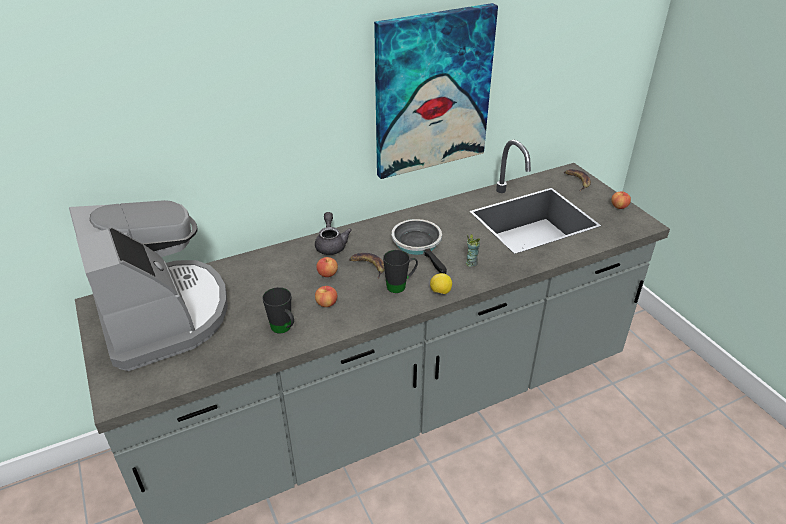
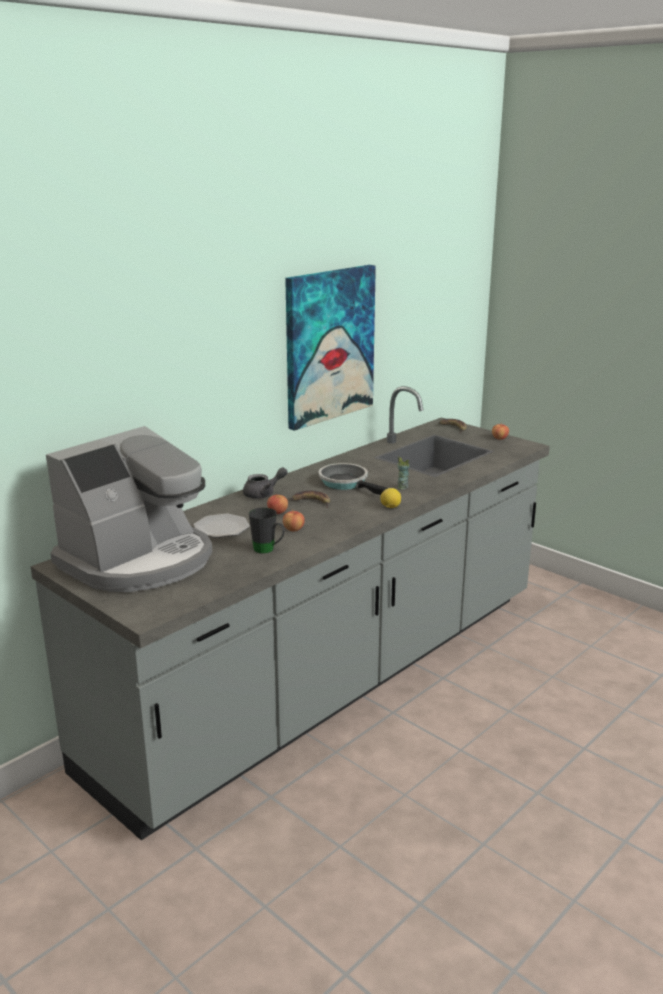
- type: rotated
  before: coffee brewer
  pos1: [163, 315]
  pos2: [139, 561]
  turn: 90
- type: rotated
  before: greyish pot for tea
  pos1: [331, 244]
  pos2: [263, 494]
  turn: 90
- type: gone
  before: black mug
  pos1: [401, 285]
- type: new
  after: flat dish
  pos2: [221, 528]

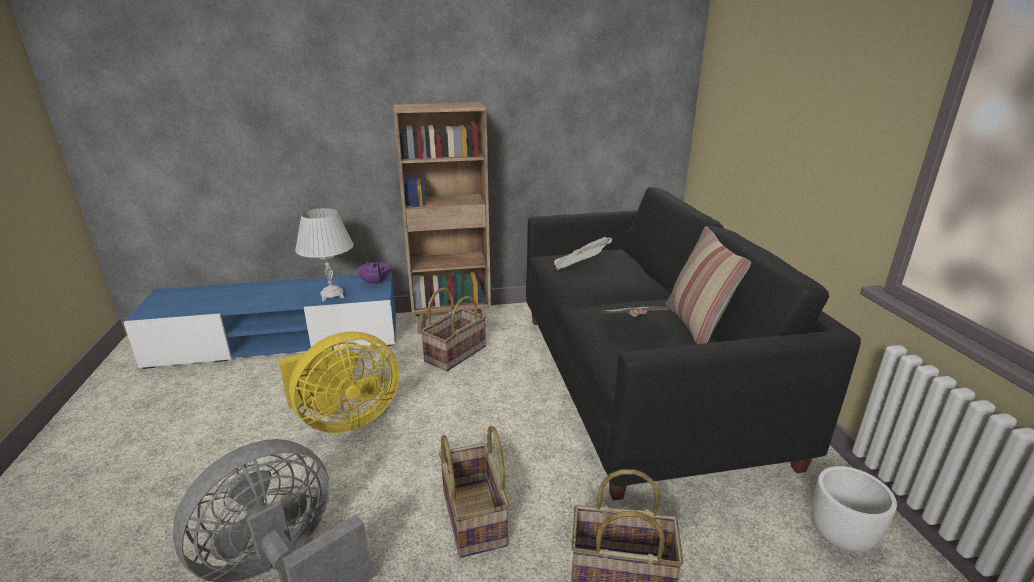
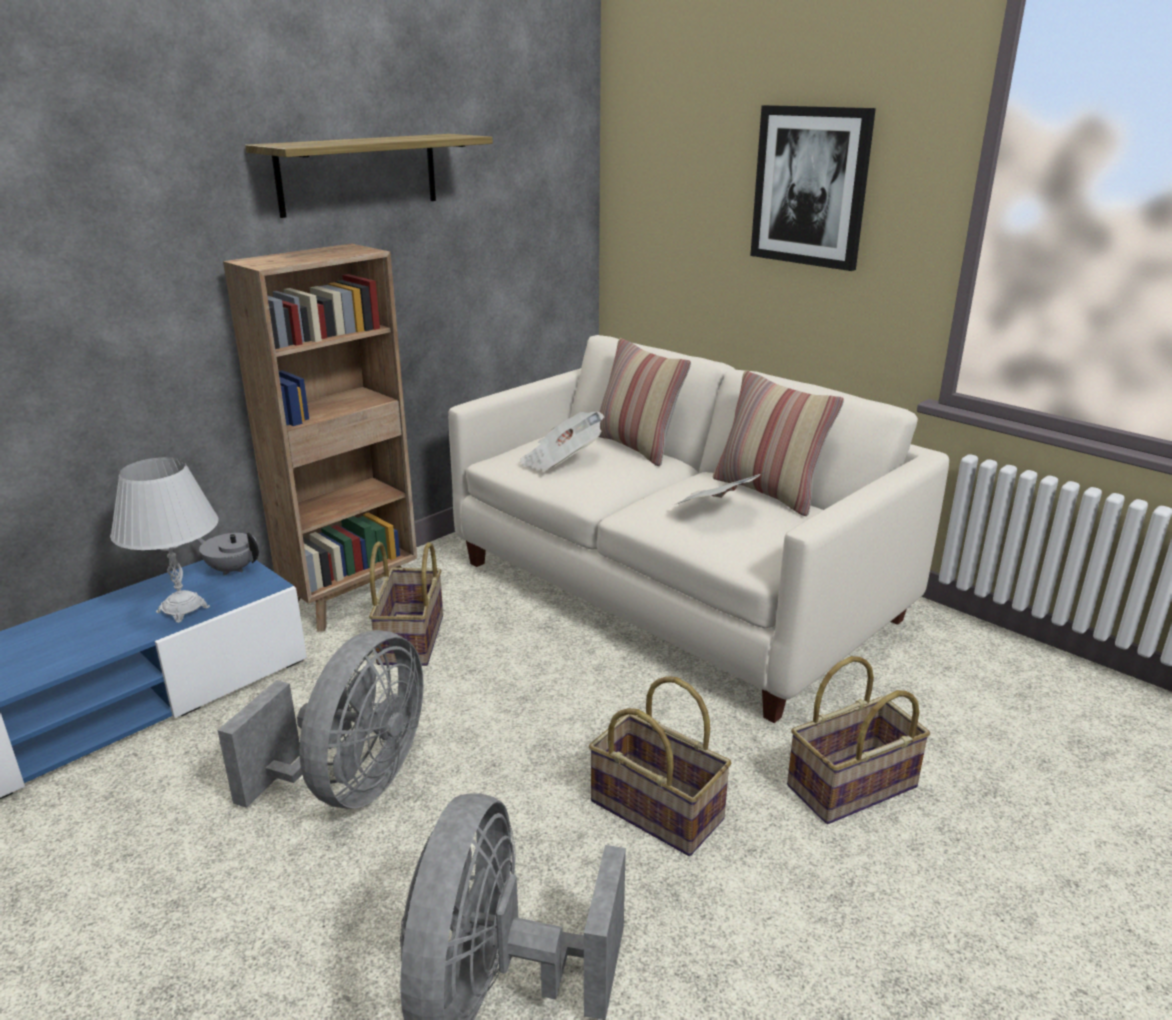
- type: repainted
  before: black settee
  after: whitish settee
  pos1: [641, 382]
  pos2: [675, 590]
- type: repainted
  before: purple-coloured pot for tea
  after: greyish pot for tea
  pos1: [375, 282]
  pos2: [232, 569]
- type: repainted
  before: yellowish fan
  after: greyish fan
  pos1: [344, 420]
  pos2: [352, 784]
- type: gone
  before: whitish planter
  pos1: [842, 536]
- type: new
  after: wall picture
  pos2: [810, 187]
- type: new
  after: wall shelf
  pos2: [358, 174]
- type: new
  after: cushion
  pos2: [636, 447]

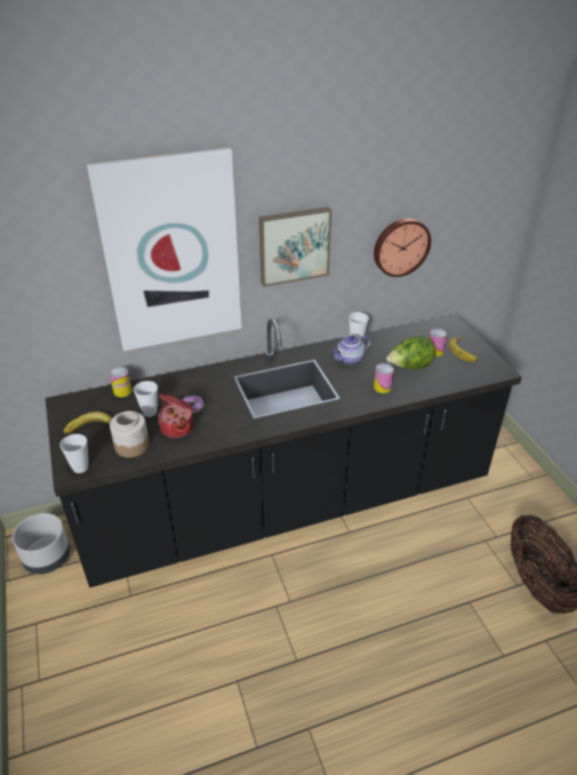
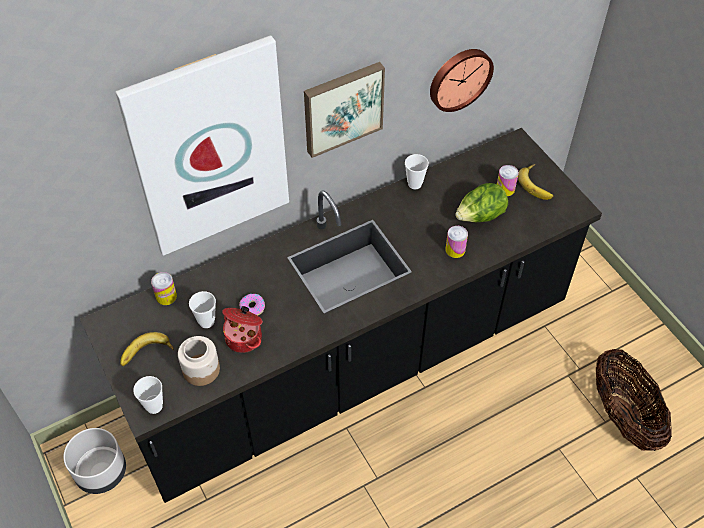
- type: gone
  before: pot for tea
  pos1: [349, 360]

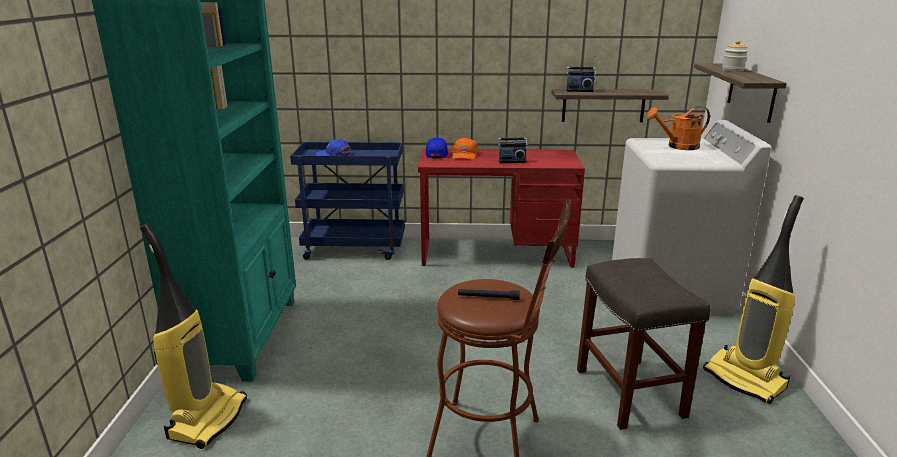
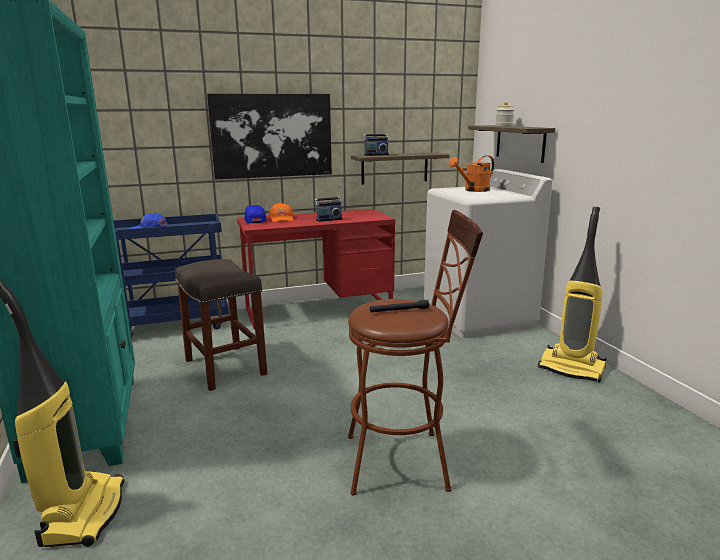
- type: shifted
  before: greyish stool
  pos1: [631, 393]
  pos2: [226, 367]
- type: new
  after: wall picture
  pos2: [272, 135]

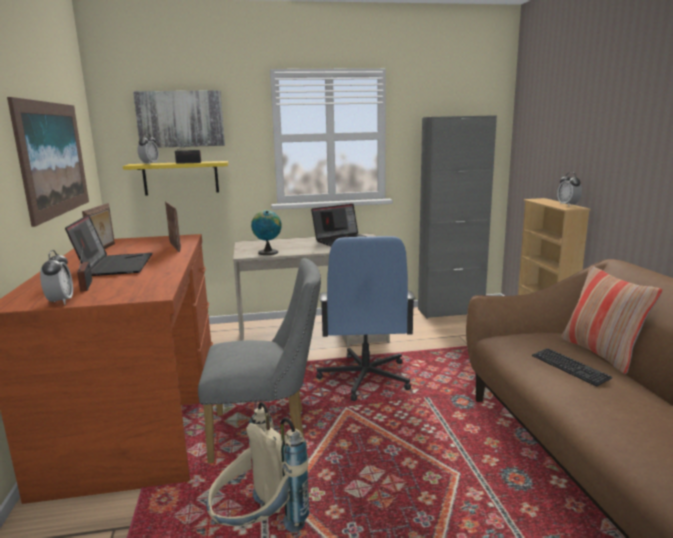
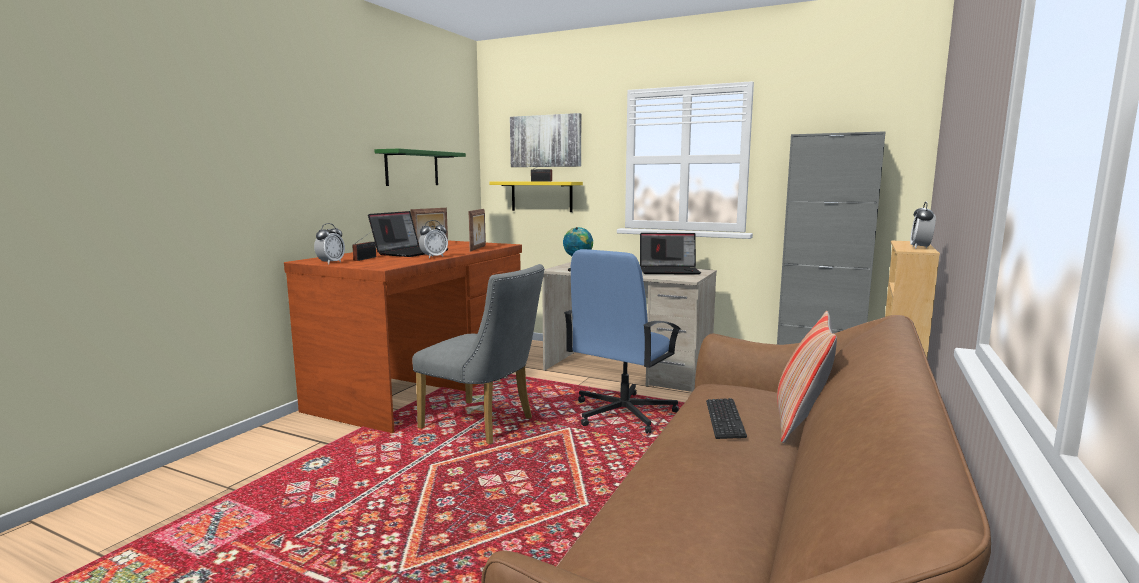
- type: swapped
  before: wall picture
  after: greenish wall shelf
  pos1: [53, 158]
  pos2: [412, 168]
- type: shifted
  before: alarm clock
  pos1: [149, 164]
  pos2: [434, 257]
- type: gone
  before: beige-coloured knapsack
  pos1: [258, 529]

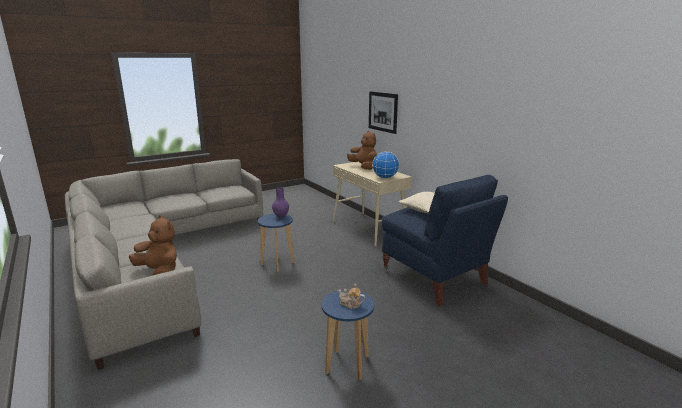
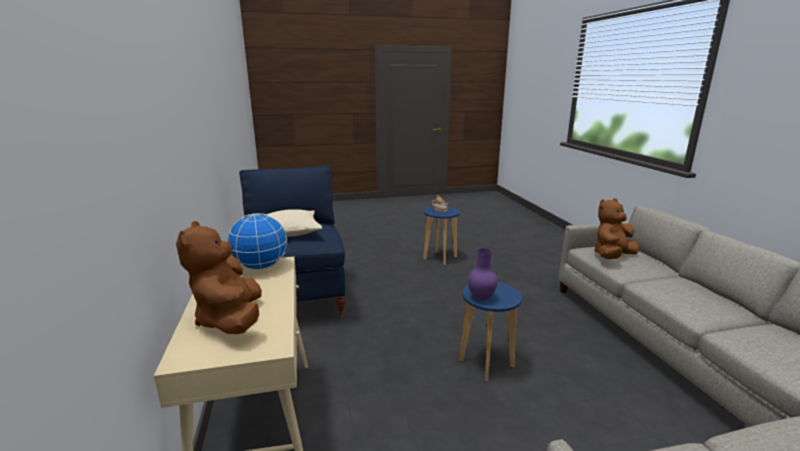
- type: gone
  before: wall picture
  pos1: [383, 112]
- type: rotated
  before: brownish cuddly toy
  pos1: [159, 272]
  pos2: [612, 256]
  turn: 90

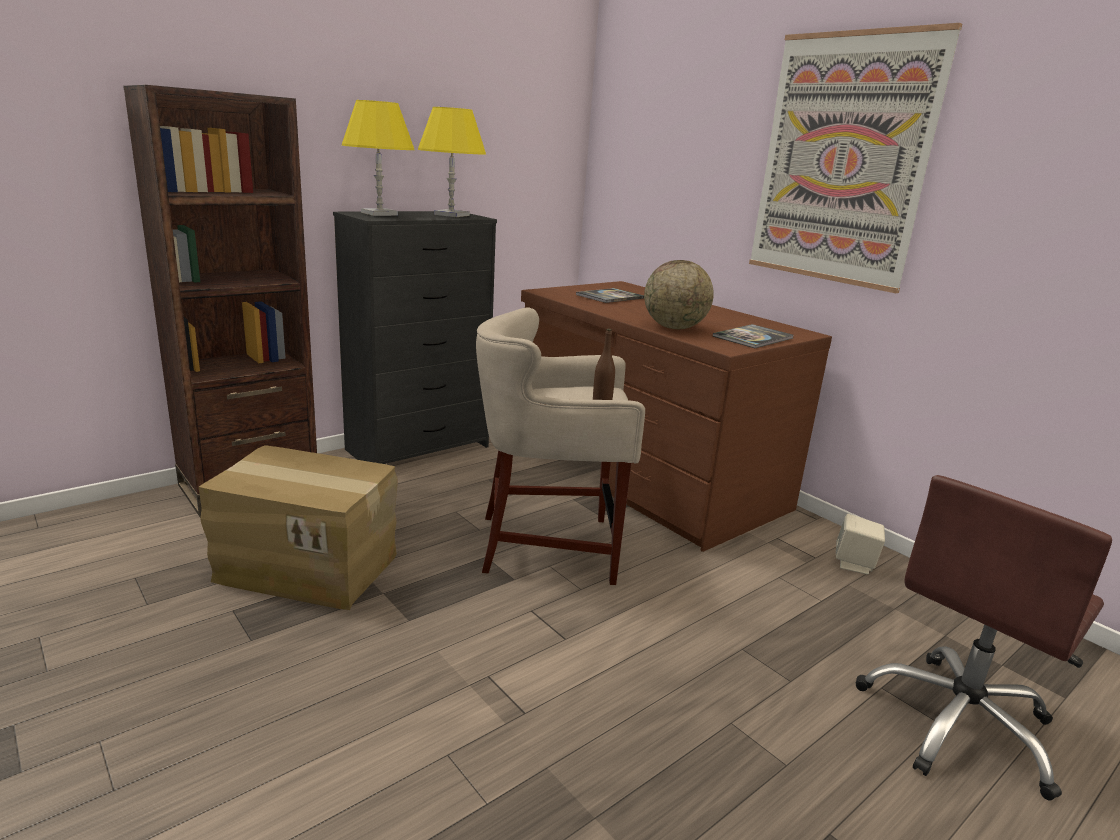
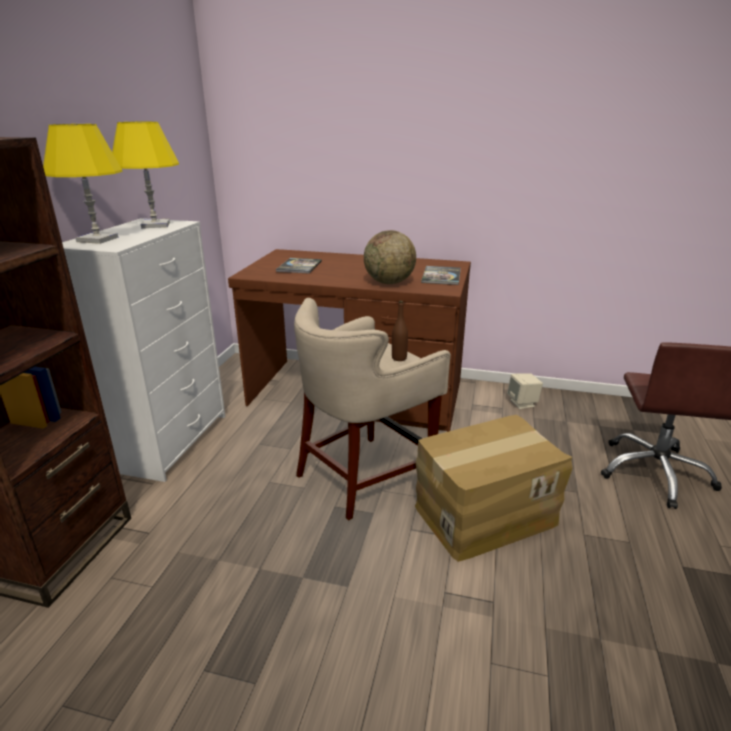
- type: gone
  before: wall picture
  pos1: [842, 160]
- type: repainted
  before: black dresser
  after: whitish dresser
  pos1: [419, 448]
  pos2: [171, 441]
- type: shifted
  before: carton
  pos1: [309, 566]
  pos2: [484, 514]

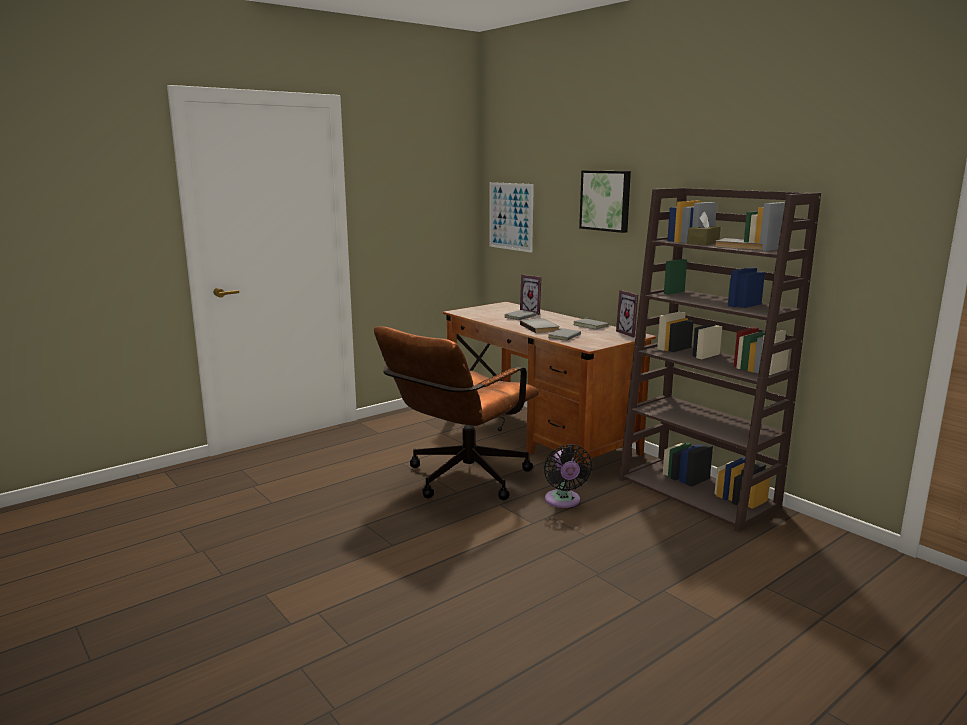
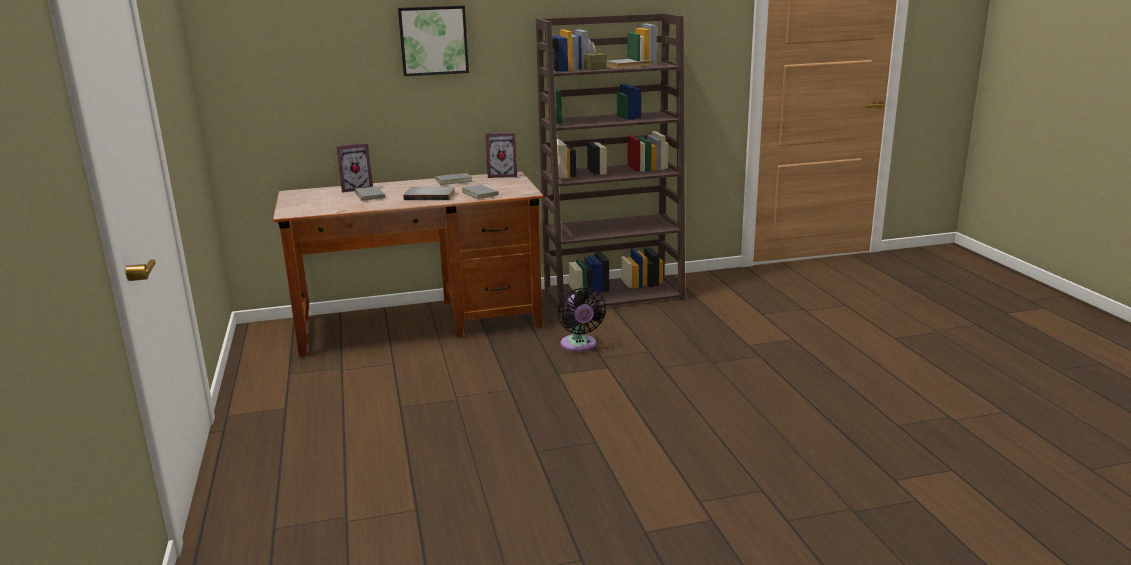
- type: gone
  before: wall picture
  pos1: [510, 216]
- type: gone
  before: brownish office chair
  pos1: [460, 480]
- type: rotated
  before: black fan
  pos1: [563, 501]
  pos2: [579, 345]
  turn: 60

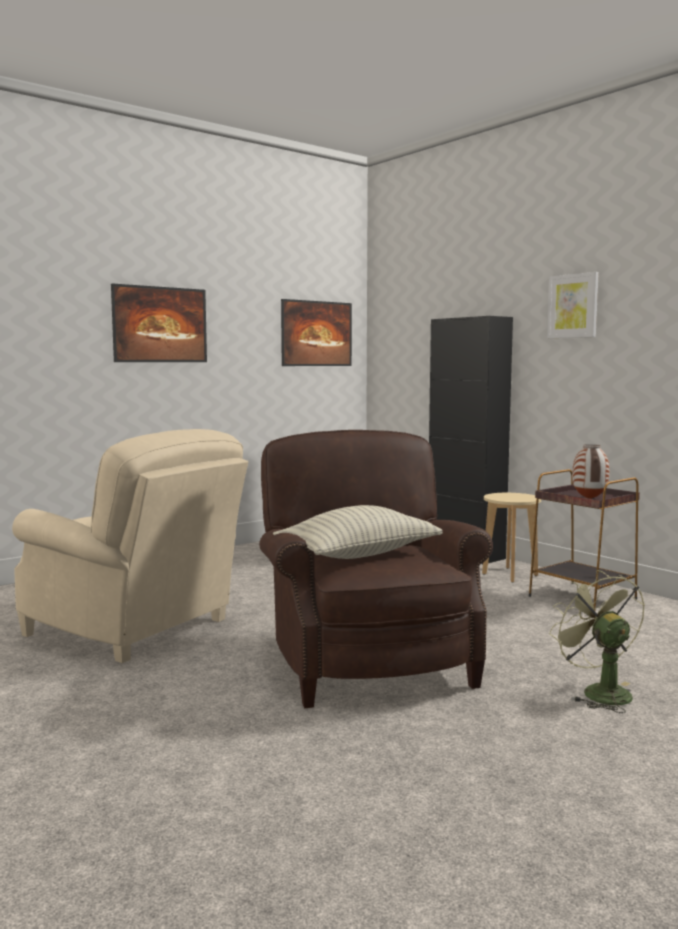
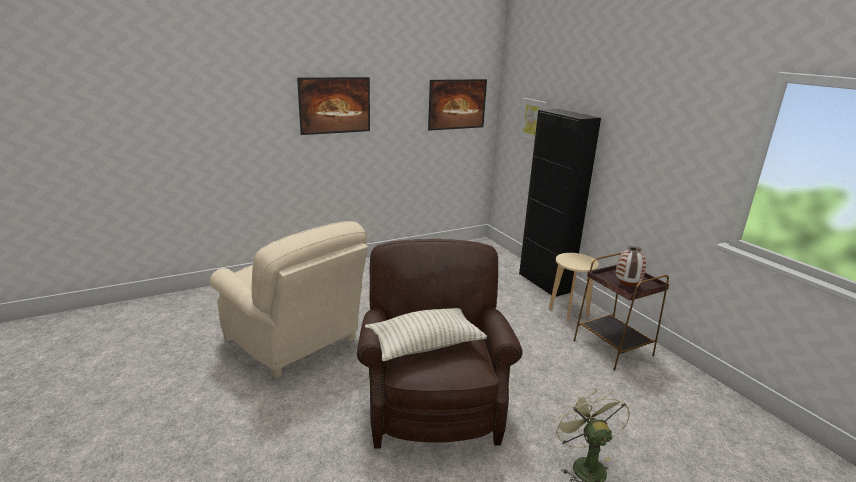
- type: shifted
  before: wall picture
  pos1: [573, 306]
  pos2: [533, 120]

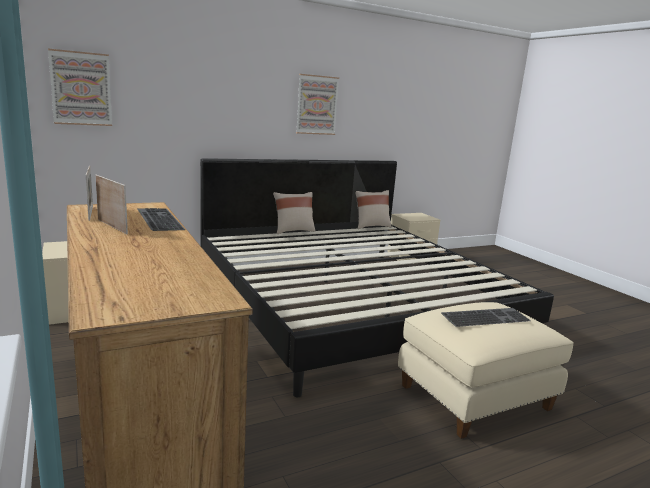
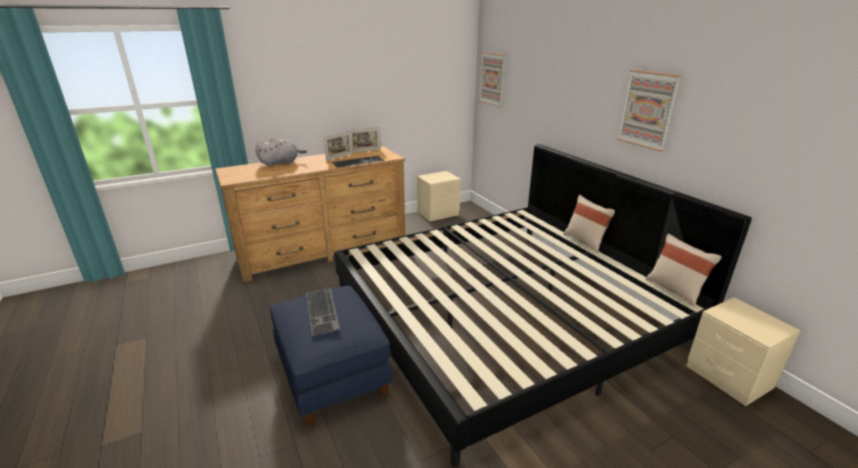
- type: repainted
  before: beige-coloured pouffe
  after: blue pouffe
  pos1: [474, 396]
  pos2: [334, 375]
- type: new
  after: greyish cuddly toy
  pos2: [281, 163]

